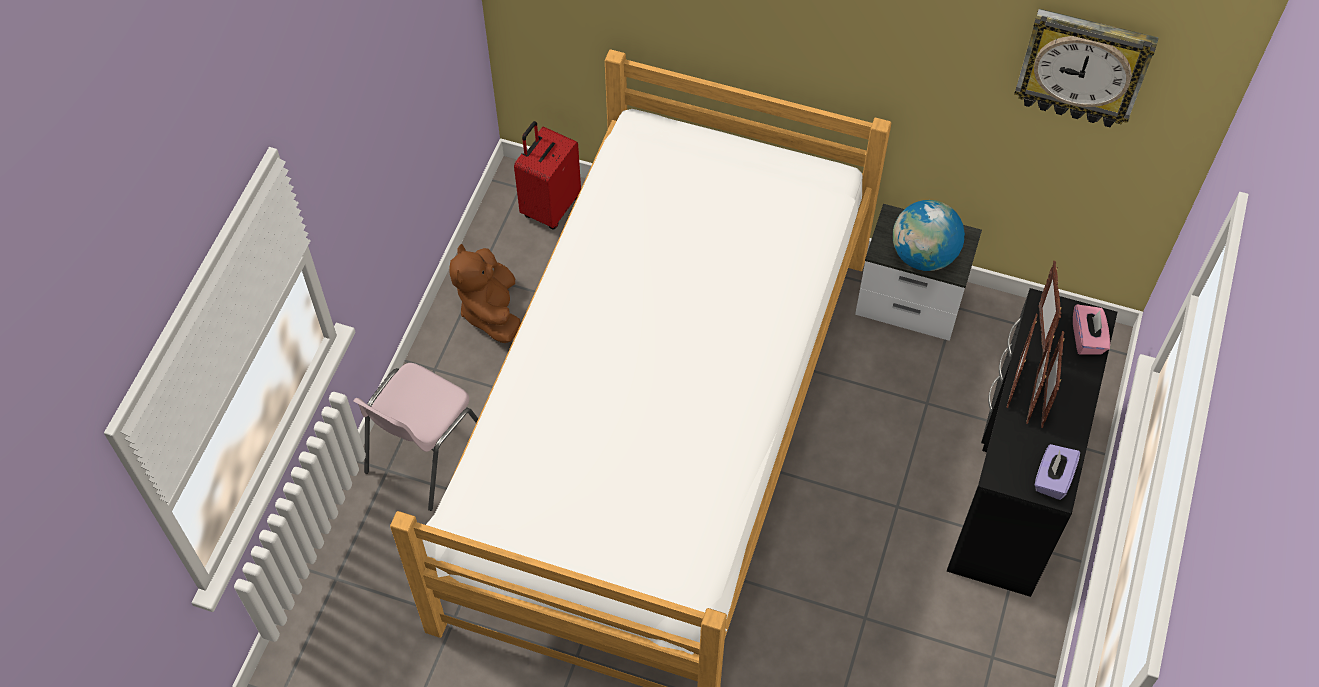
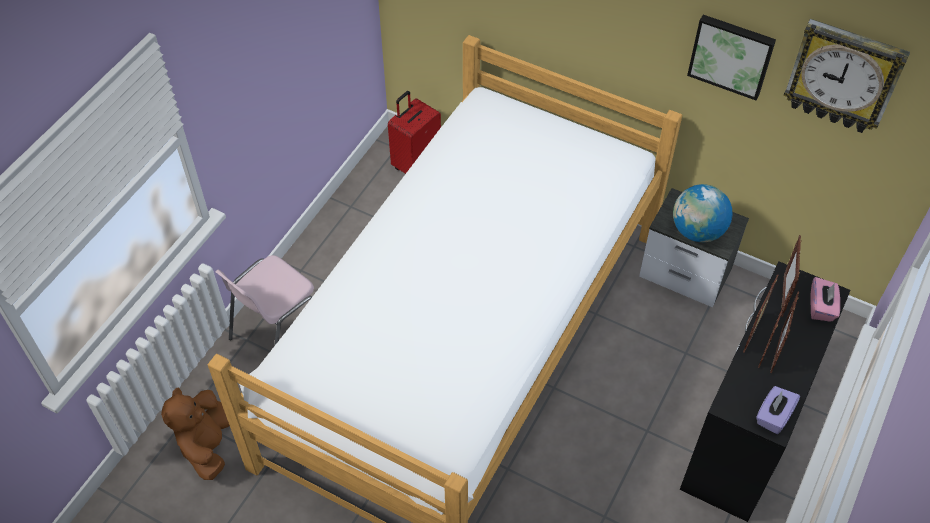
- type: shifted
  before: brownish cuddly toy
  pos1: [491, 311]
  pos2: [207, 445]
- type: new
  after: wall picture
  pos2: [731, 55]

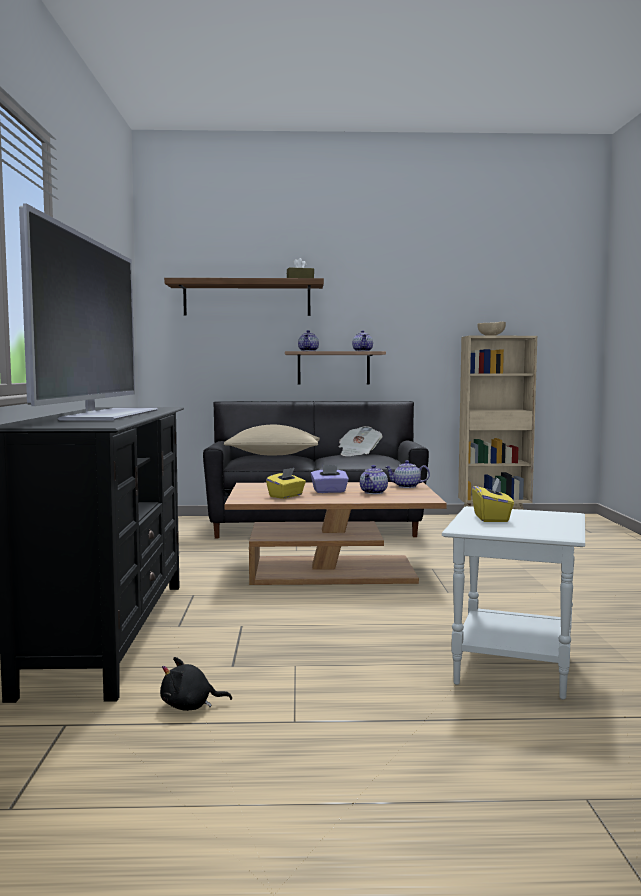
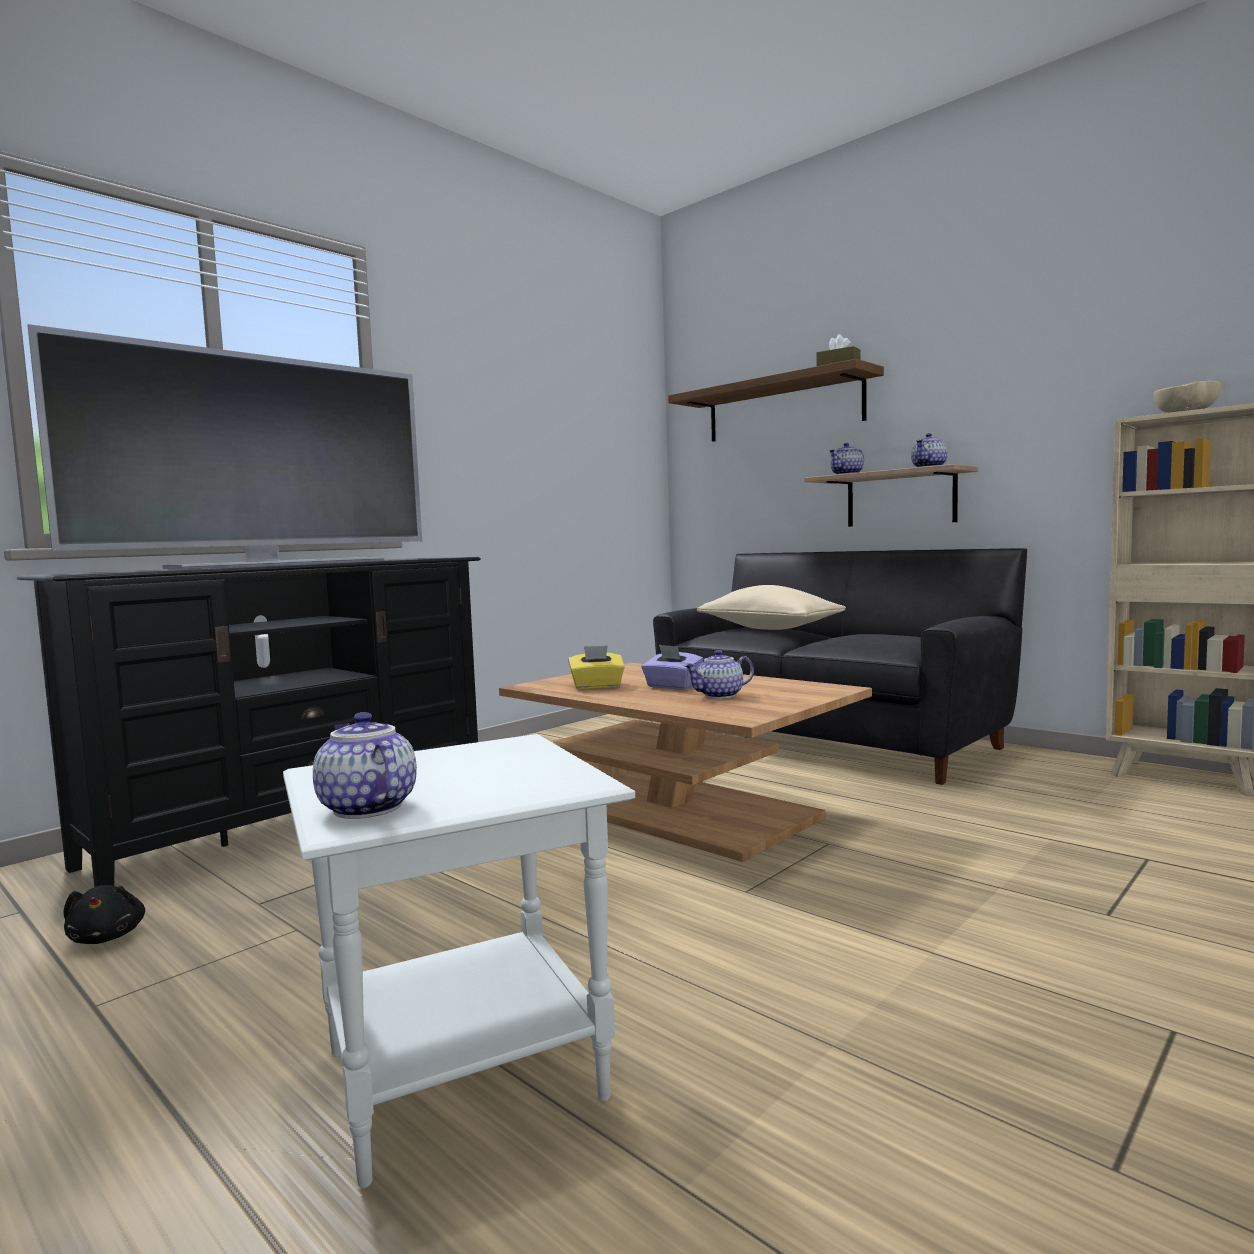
- type: gone
  before: newspaper
  pos1: [358, 454]
- type: shifted
  before: pot for tea
  pos1: [406, 486]
  pos2: [365, 808]
- type: gone
  before: yellowish tissue holder
  pos1: [492, 518]
- type: rotated
  before: black cuddly toy
  pos1: [190, 706]
  pos2: [108, 937]
  turn: -150

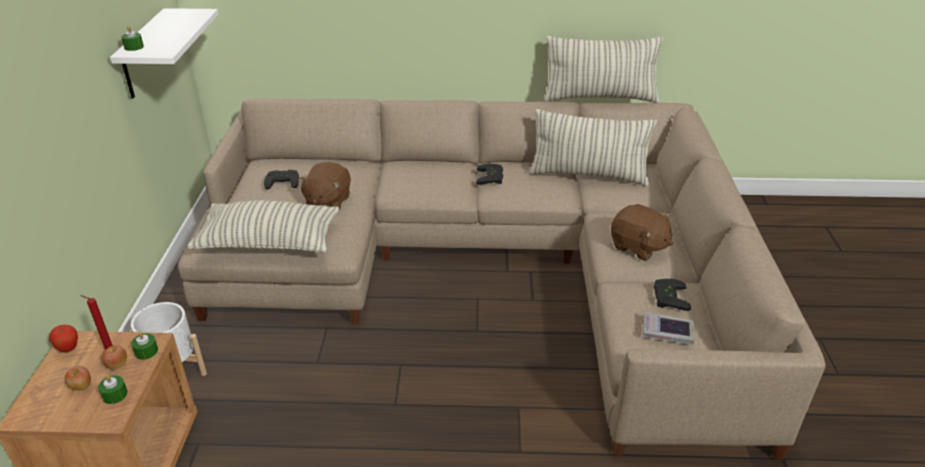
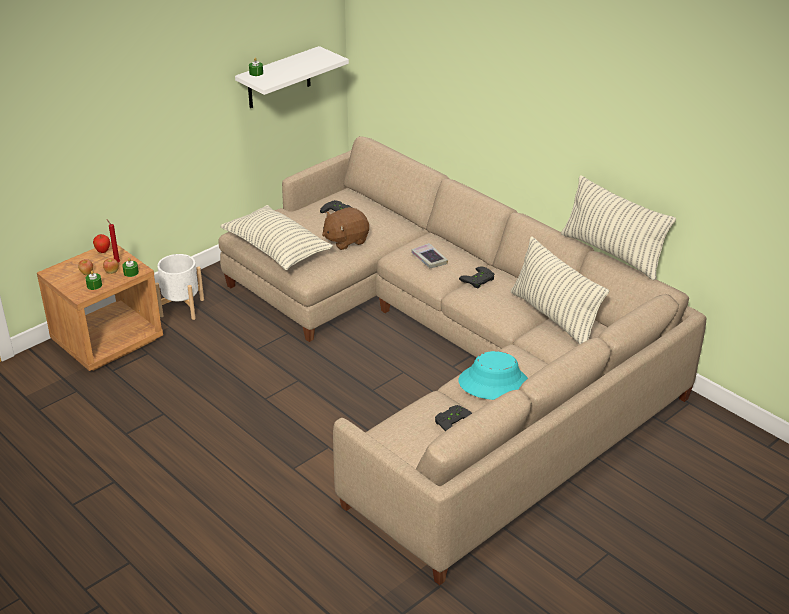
- type: swapped
  before: brownish cuddly toy
  after: blue-green clothing hat
  pos1: [638, 247]
  pos2: [493, 382]
- type: shifted
  before: book
  pos1: [667, 332]
  pos2: [429, 259]

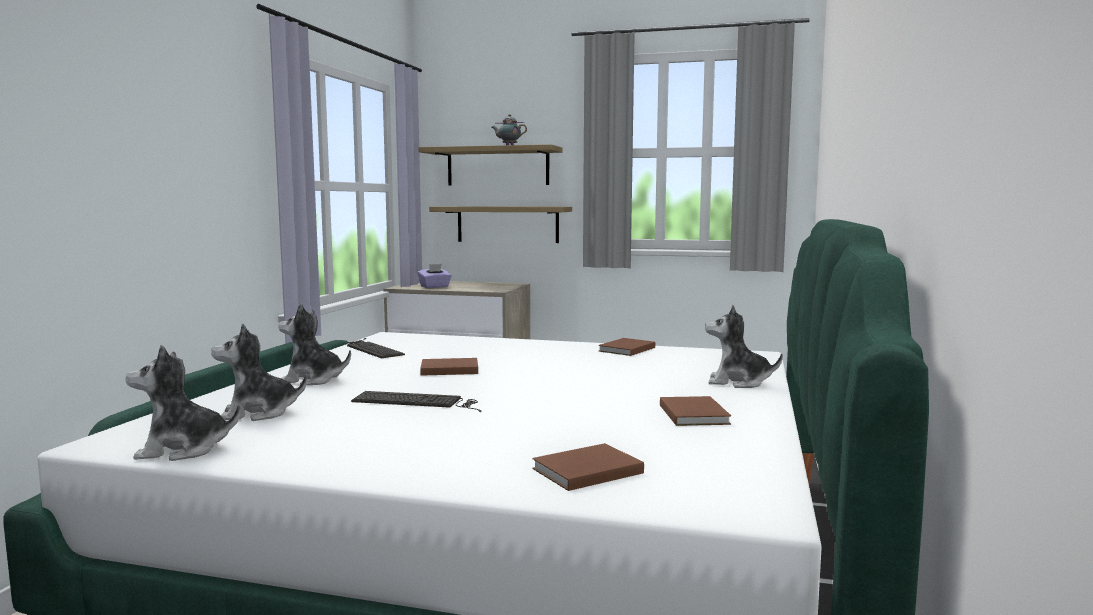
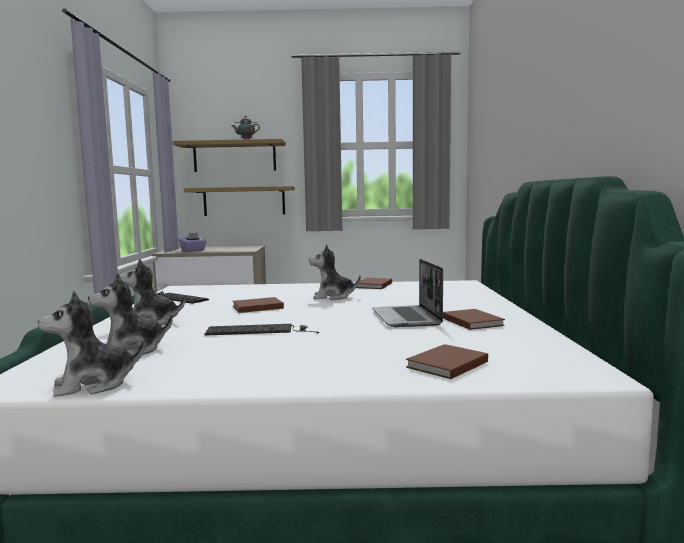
- type: shifted
  before: cuddly toy
  pos1: [738, 382]
  pos2: [333, 297]
- type: new
  after: notebook computer
  pos2: [407, 318]

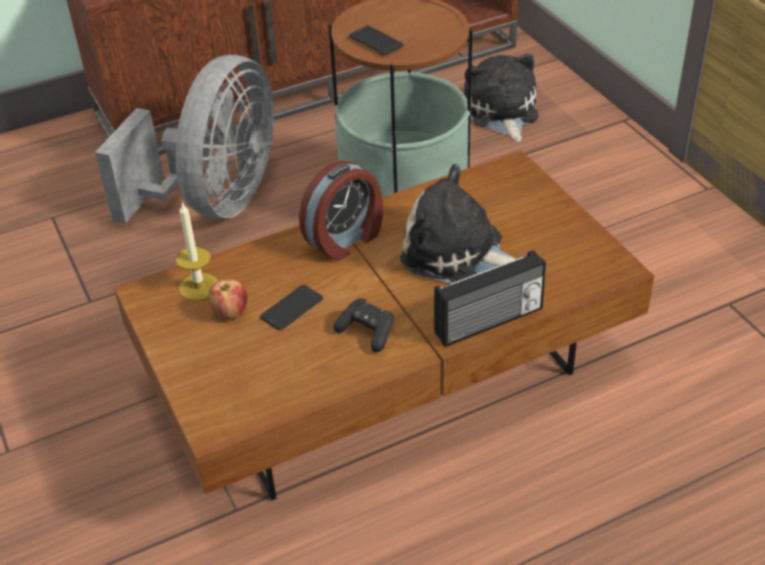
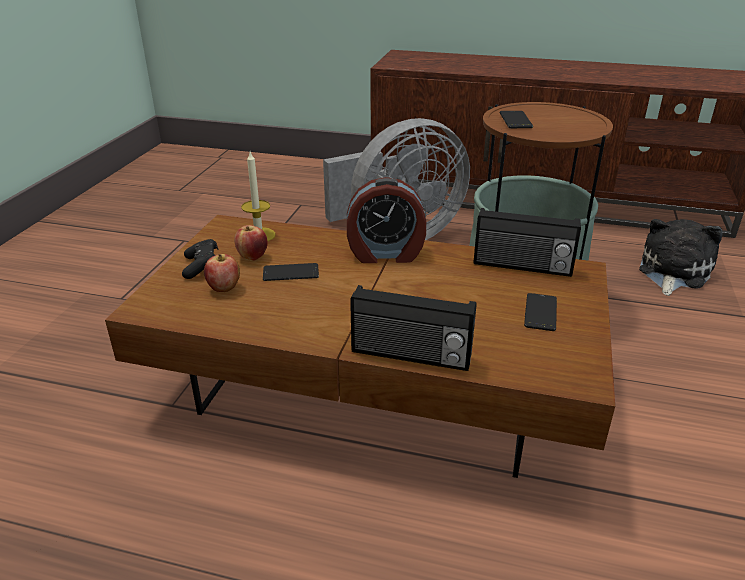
- type: gone
  before: cuddly toy
  pos1: [457, 254]
- type: shifted
  before: black joypad
  pos1: [367, 332]
  pos2: [201, 267]
- type: new
  after: radio receiver
  pos2: [522, 266]
- type: new
  after: whole apple
  pos2: [224, 288]
- type: new
  after: telephone
  pos2: [540, 312]

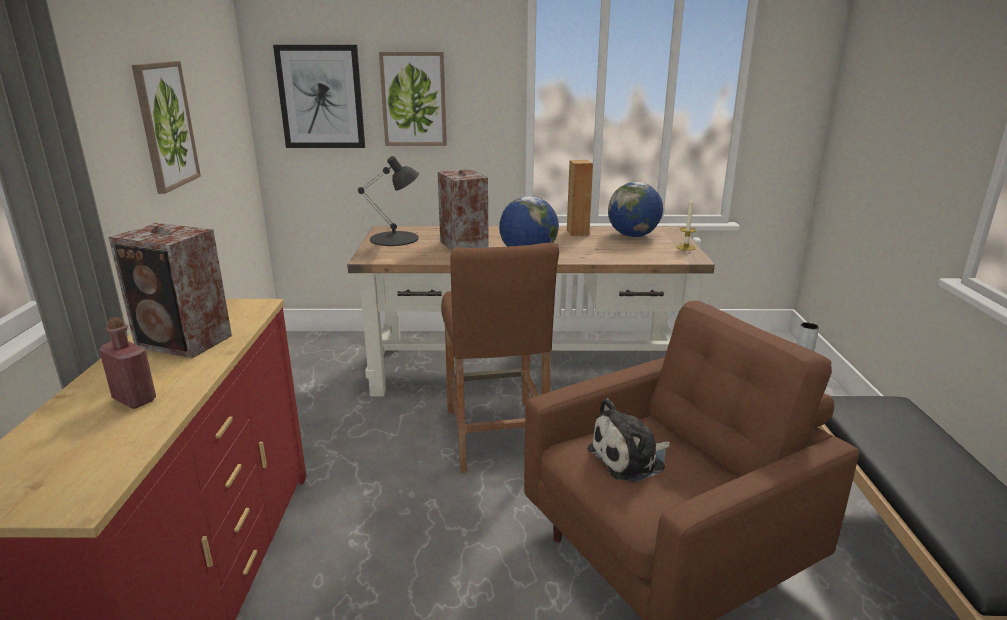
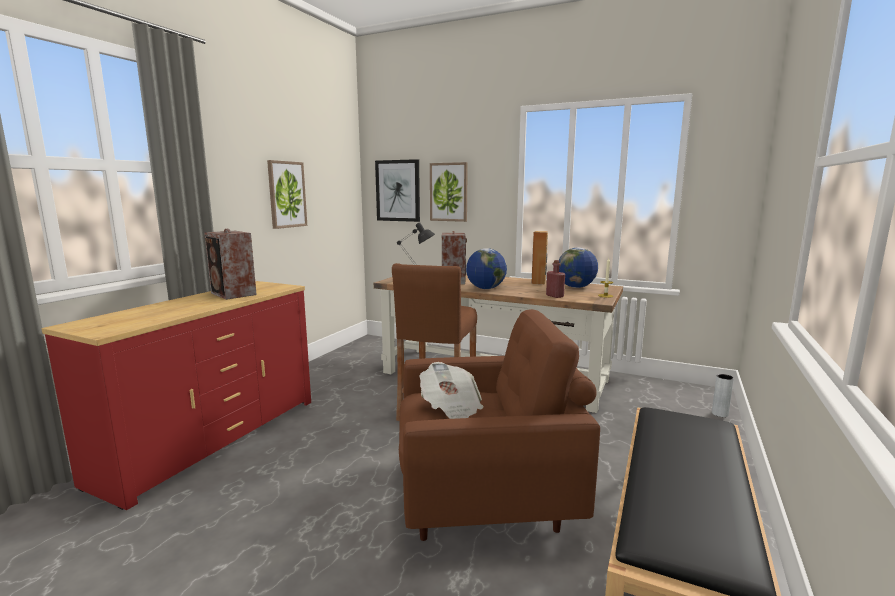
- type: shifted
  before: reddish bottle
  pos1: [134, 399]
  pos2: [554, 296]
- type: swapped
  before: cuddly toy
  after: newspaper
  pos1: [630, 458]
  pos2: [451, 408]

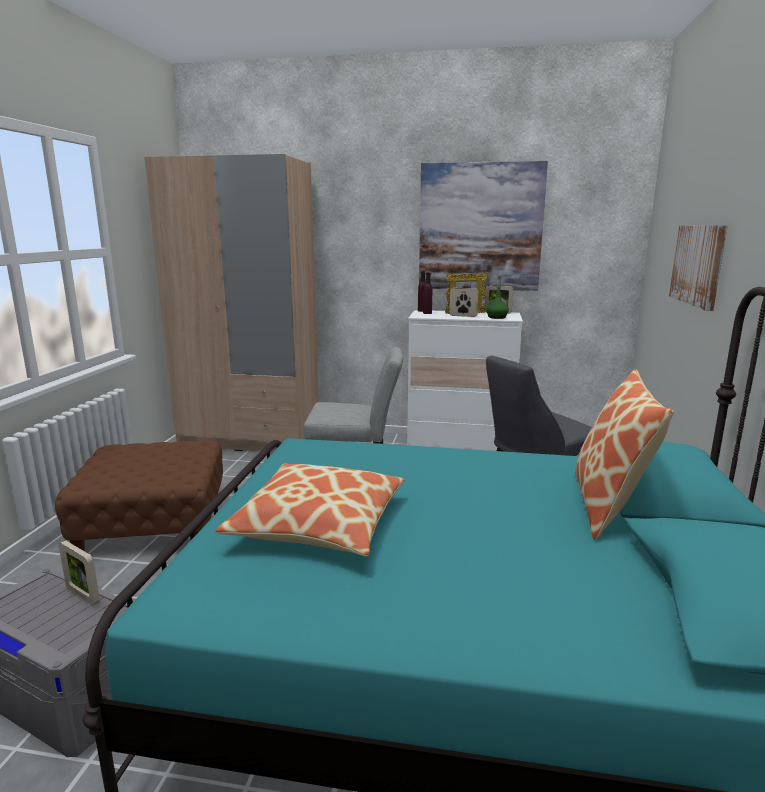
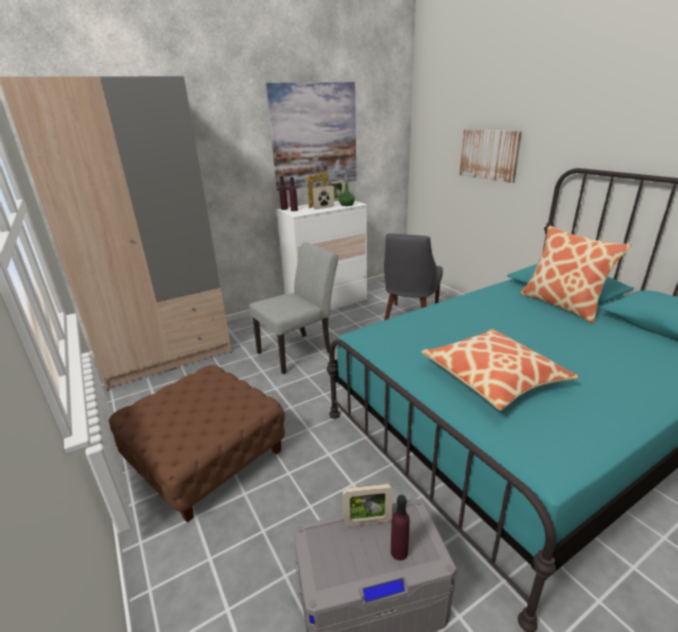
- type: new
  after: purple-coloured bottle
  pos2: [399, 552]

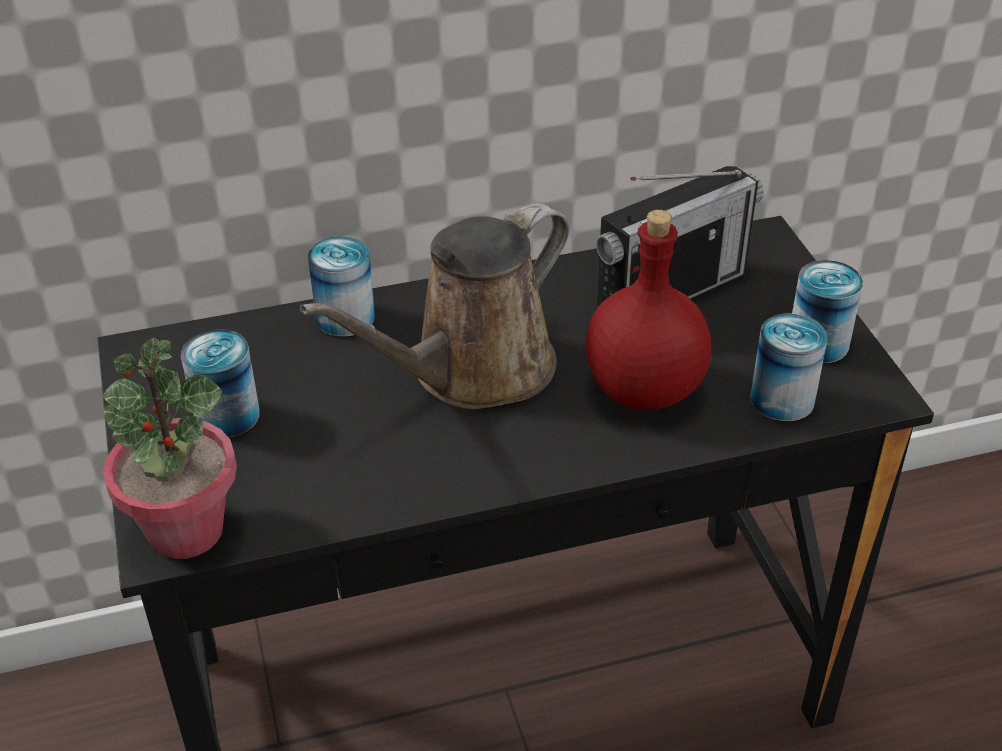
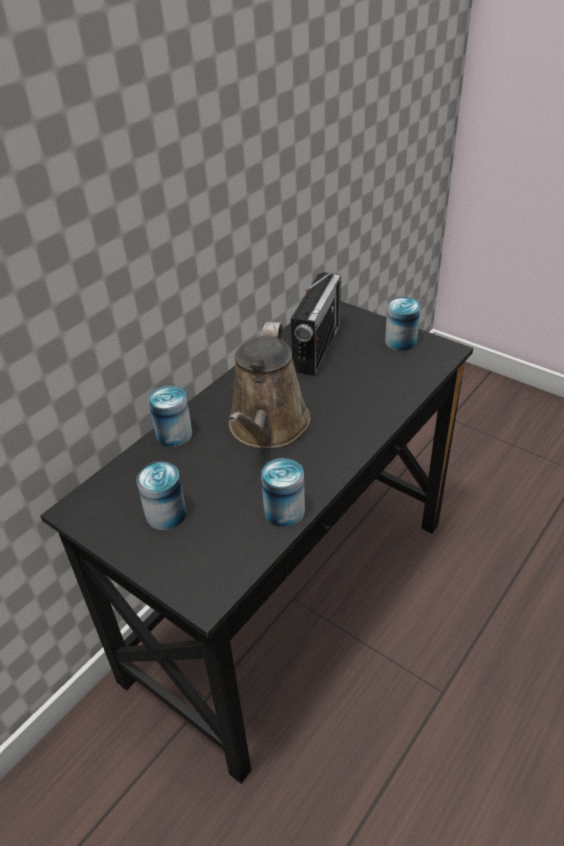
- type: gone
  before: reddish bottle
  pos1: [644, 391]
- type: shifted
  before: metal can
  pos1: [782, 399]
  pos2: [284, 511]
- type: gone
  before: plant in a pot
  pos1: [186, 530]

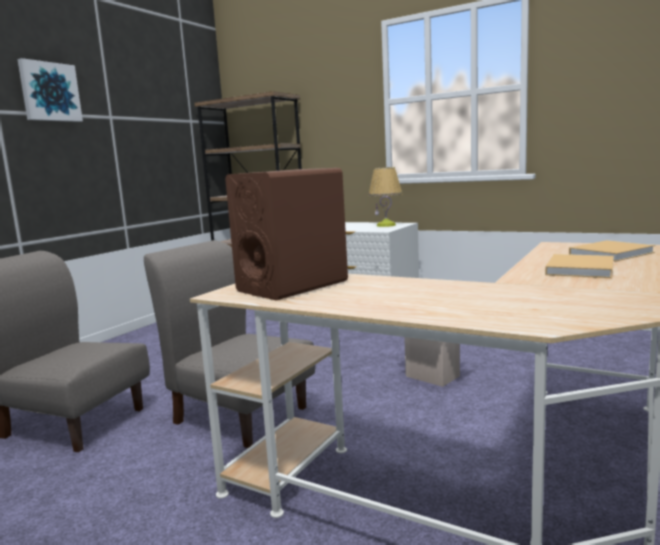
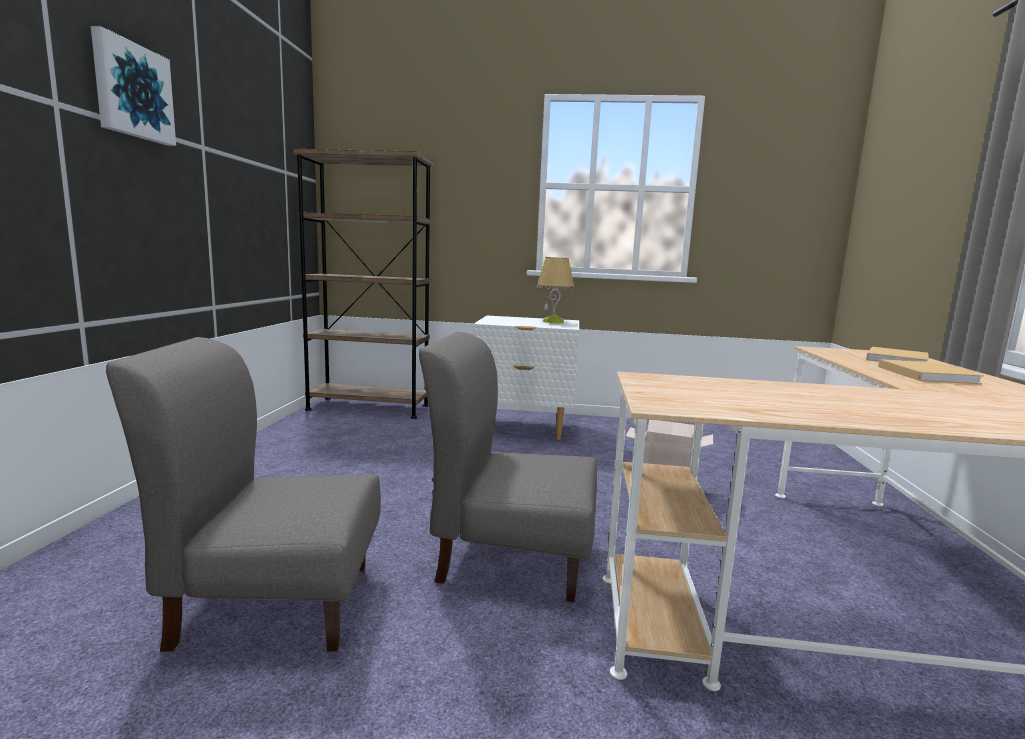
- type: gone
  before: brownish audio speaker
  pos1: [293, 286]

